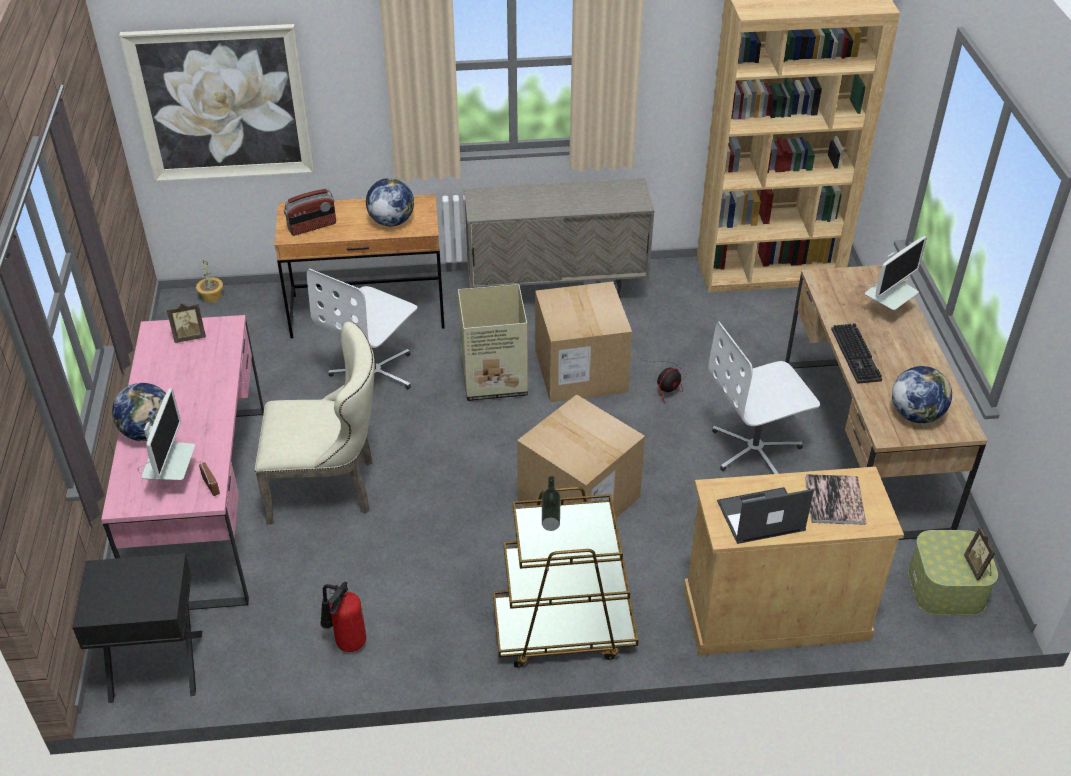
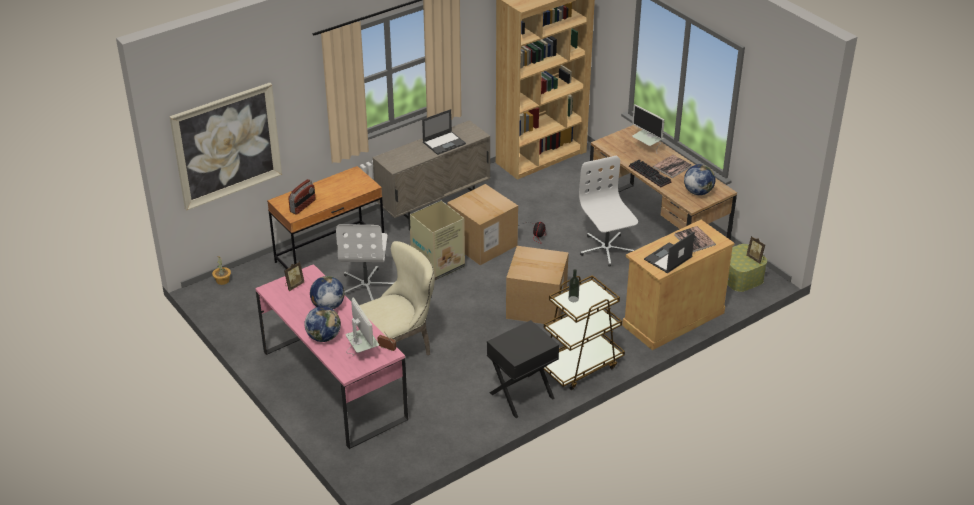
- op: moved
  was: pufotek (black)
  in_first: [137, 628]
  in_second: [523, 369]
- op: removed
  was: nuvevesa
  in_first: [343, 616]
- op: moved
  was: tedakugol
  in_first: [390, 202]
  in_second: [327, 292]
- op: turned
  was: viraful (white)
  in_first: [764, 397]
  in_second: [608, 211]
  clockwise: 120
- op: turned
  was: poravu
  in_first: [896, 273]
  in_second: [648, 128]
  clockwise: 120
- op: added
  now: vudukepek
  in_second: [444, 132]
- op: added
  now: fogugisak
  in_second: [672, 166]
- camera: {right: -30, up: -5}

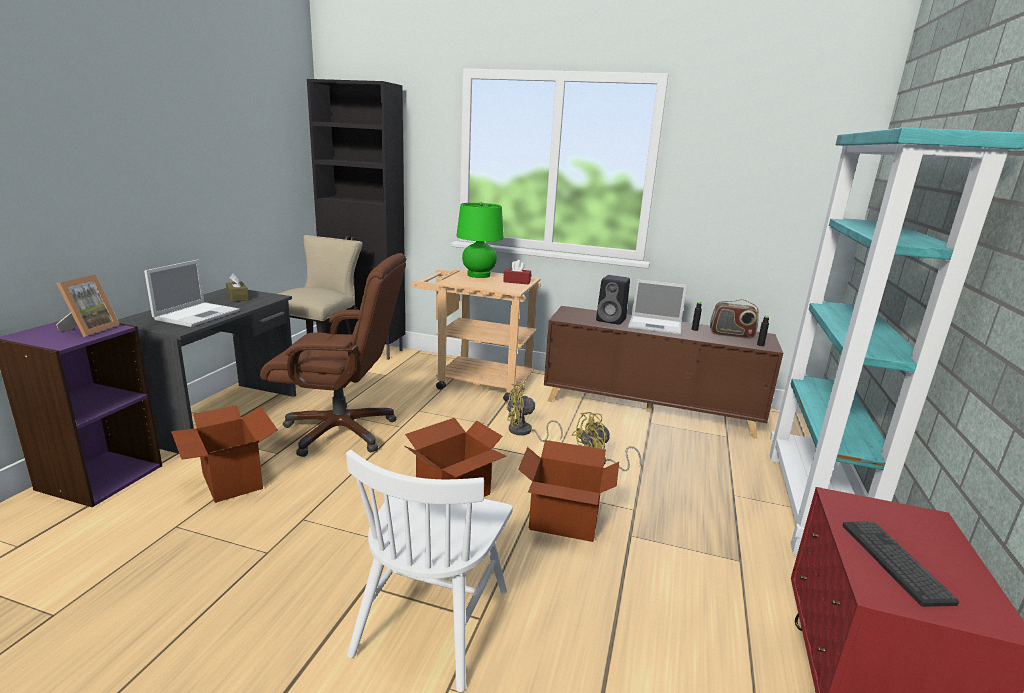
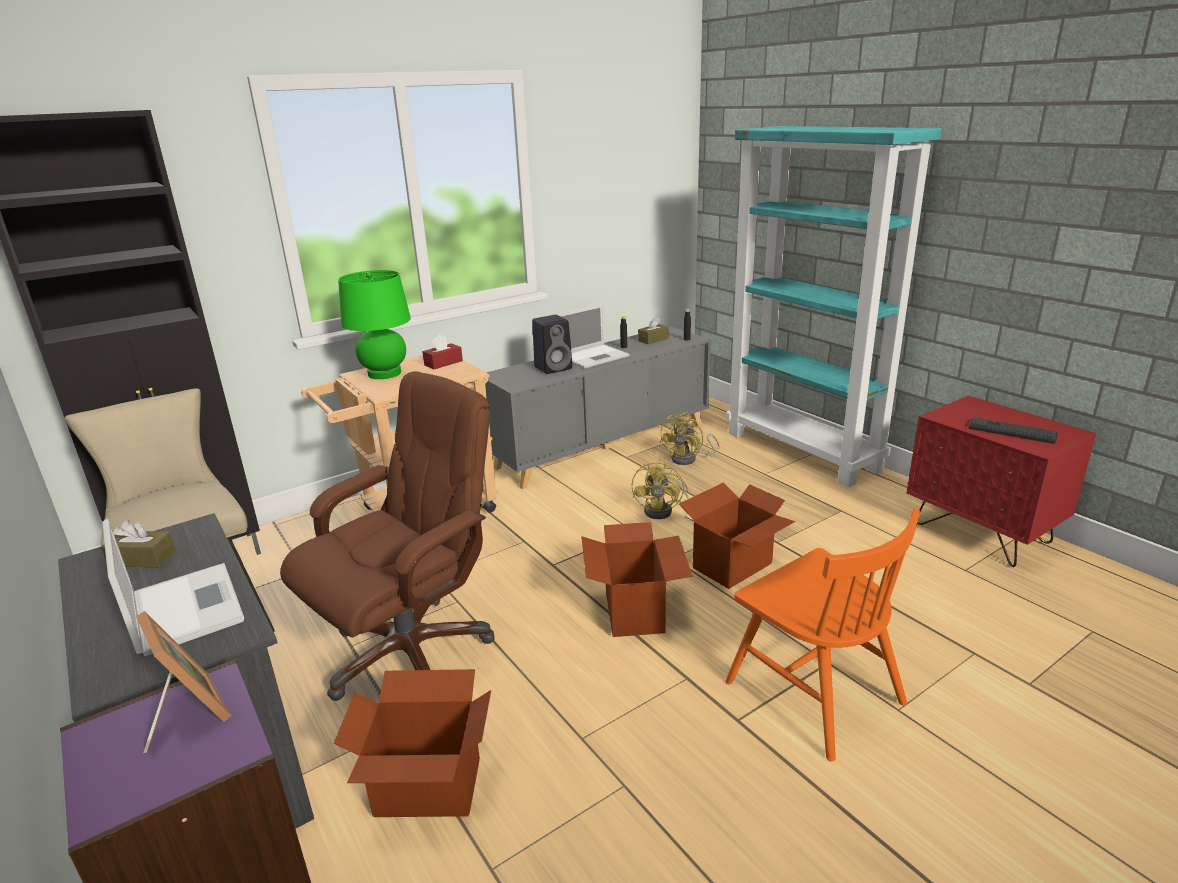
- op: recoloured
  was: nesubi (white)
  now: nesubi (orange)
  in_first: [429, 571]
  in_second: [822, 634]
- op: moved
  was: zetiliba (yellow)
  in_first: [534, 412]
  in_second: [689, 438]
- op: recoloured
  was: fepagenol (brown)
  now: fepagenol (grey)
  in_first: [663, 372]
  in_second: [598, 407]
- op: replaced
  was: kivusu
  now: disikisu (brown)
  in_first: [734, 319]
  in_second: [653, 330]
- camera: {right: -50, up: 5}

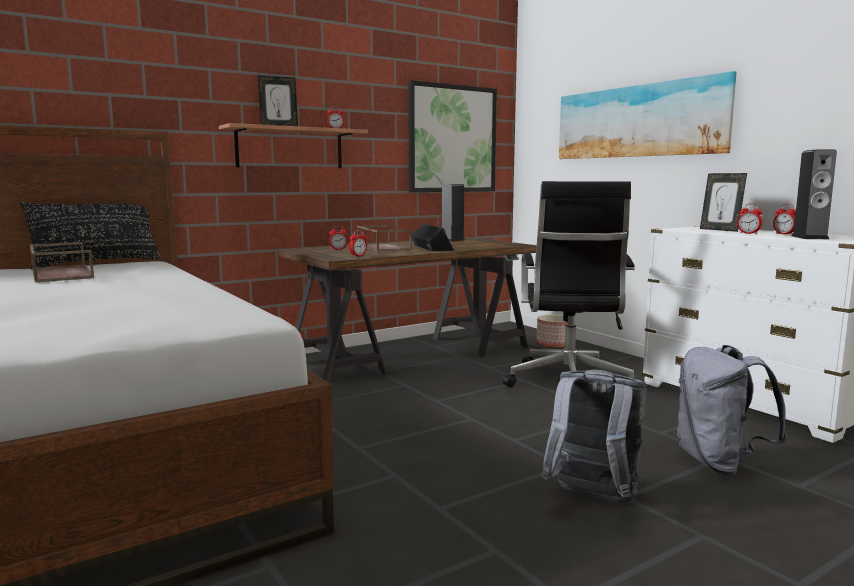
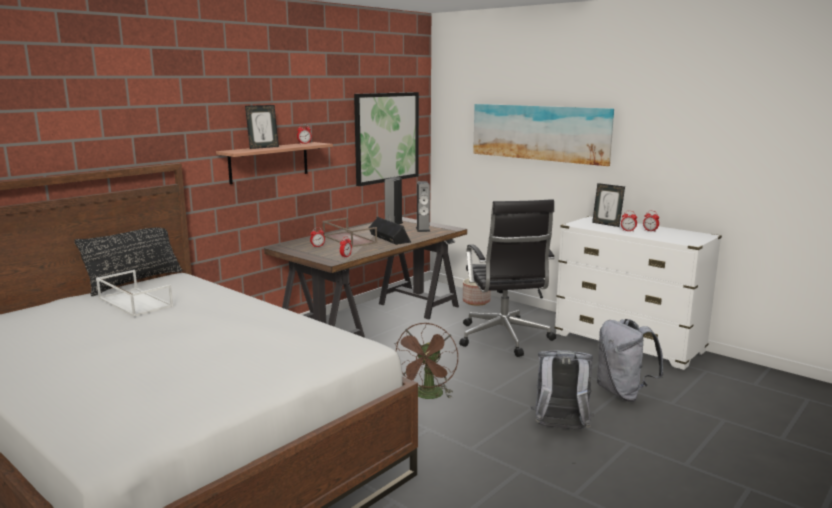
- op: recoloured
  was: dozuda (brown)
  now: dozuda (white)
  in_first: [62, 262]
  in_second: [134, 293]
- op: moved
  was: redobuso
  in_first: [814, 194]
  in_second: [423, 206]
- op: added
  now: zetiliba (brown)
  in_second: [426, 361]
- camera: {right: -15, up: 5}

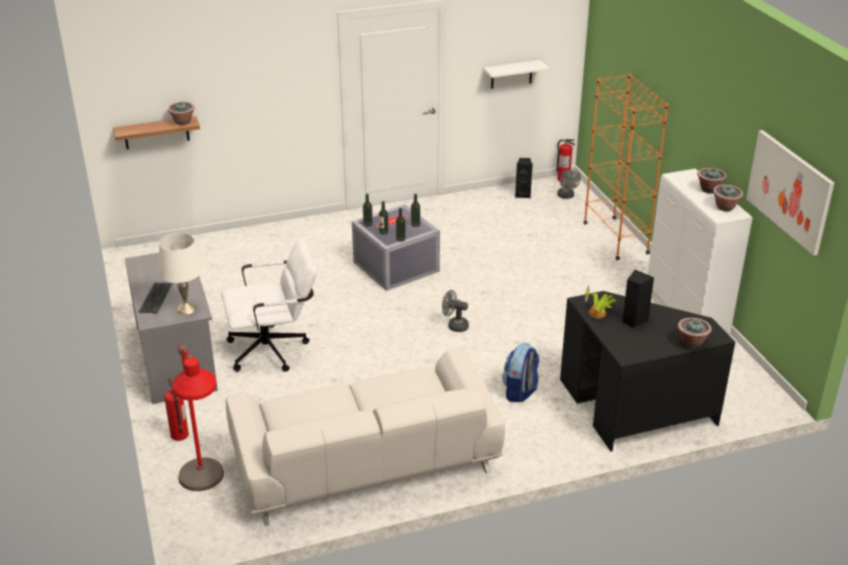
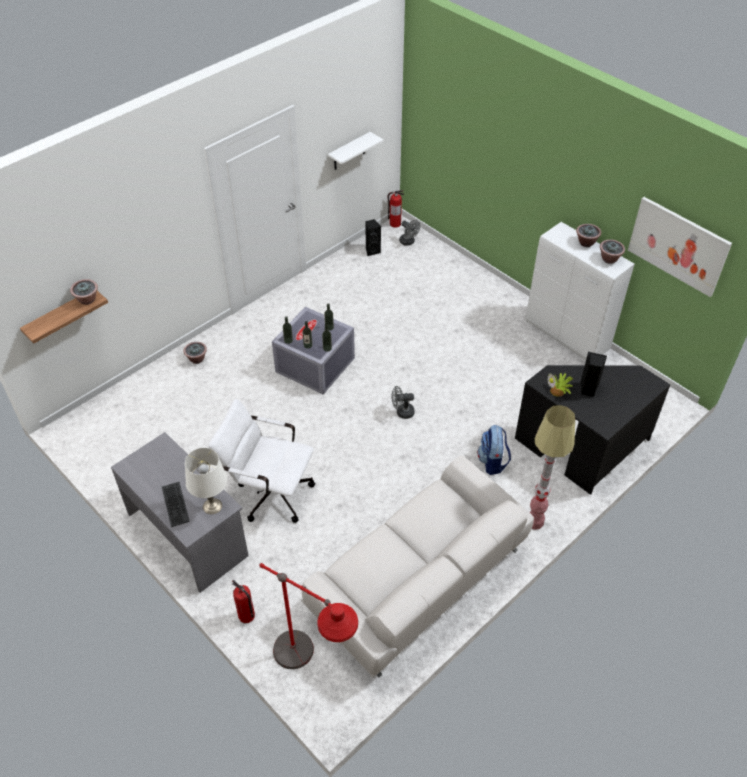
- op: turned
  was: viraful (white)
  in_first: [269, 304]
  in_second: [261, 461]
  clockwise: -120
- op: removed
  was: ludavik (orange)
  in_first: [626, 166]
- op: moved
  was: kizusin
  in_first: [694, 333]
  in_second: [195, 353]
- op: added
  now: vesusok
  in_second: [552, 467]
- camera: {right: -25, up: 15}

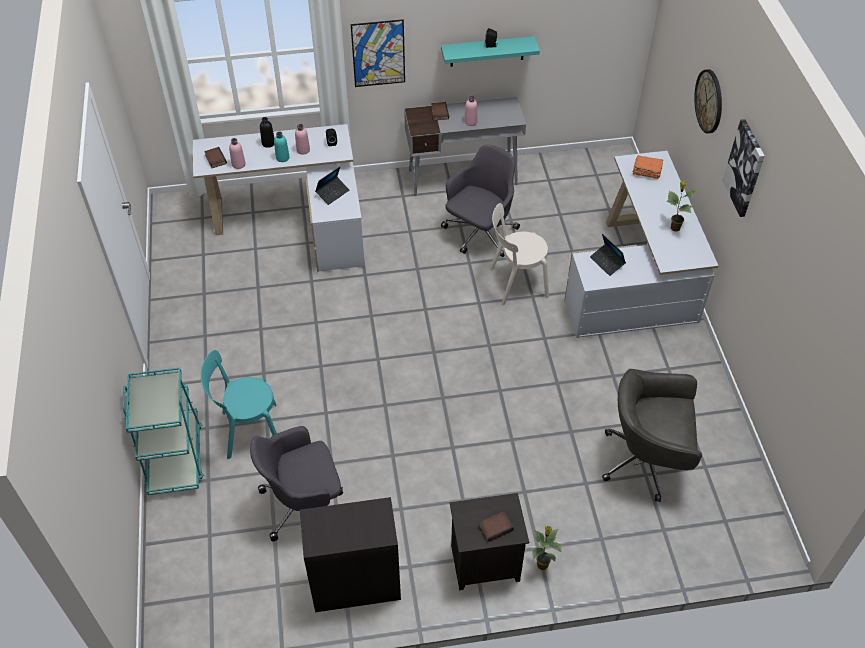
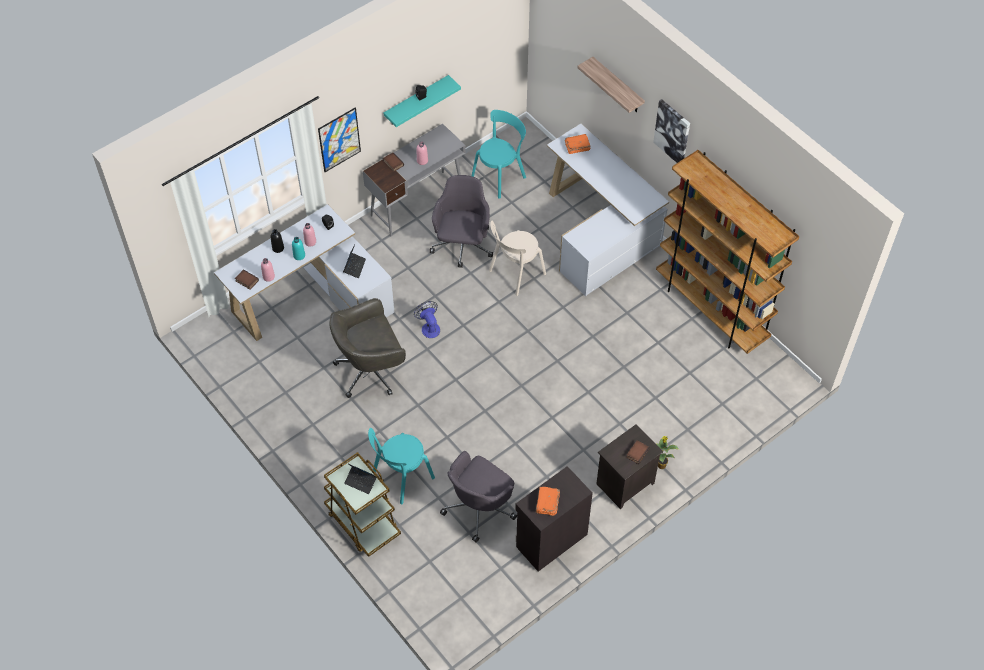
- op: recoloured
  was: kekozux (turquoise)
  now: kekozux (brown)
  in_first: [163, 431]
  in_second: [362, 504]
- op: moved
  was: vudukepek
  in_first: [608, 255]
  in_second: [360, 479]
- op: moved
  was: viraful (grey)
  in_first: [652, 435]
  in_second: [367, 348]
- op: removed
  was: kizusin
  in_first: [682, 206]
- op: replaced
  was: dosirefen
  now: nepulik
  in_first: [708, 101]
  in_second: [611, 85]
- op: added
  now: zetiliba
  in_second: [427, 319]
- op: added
  now: nesubi (turquoise)
  in_second: [498, 154]
- op: added
  now: fogugisak (orange)
  in_second: [548, 501]
- op: added
  now: ludavik (brown)
  in_second: [727, 252]
- camera: {right: -30, up: 5}

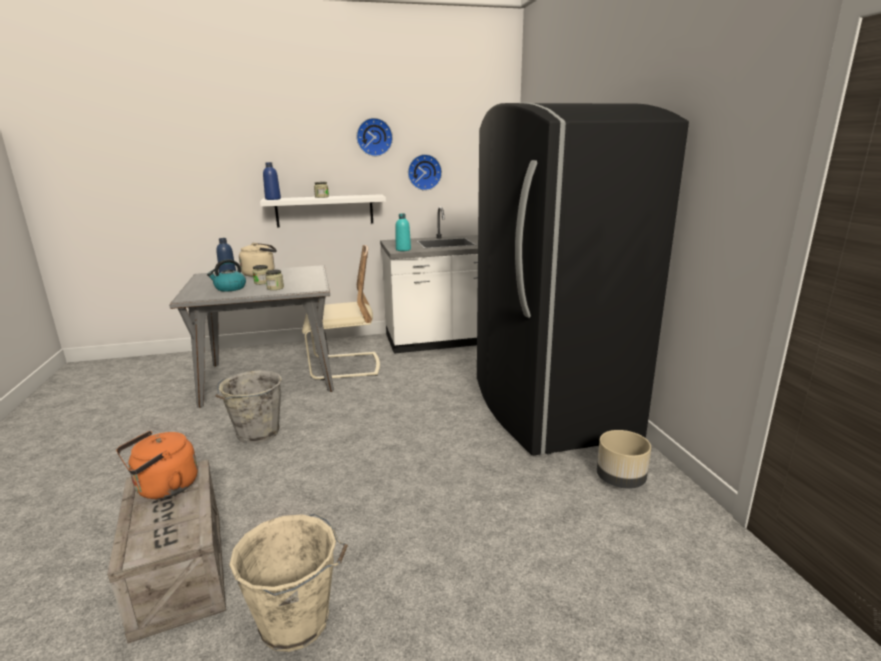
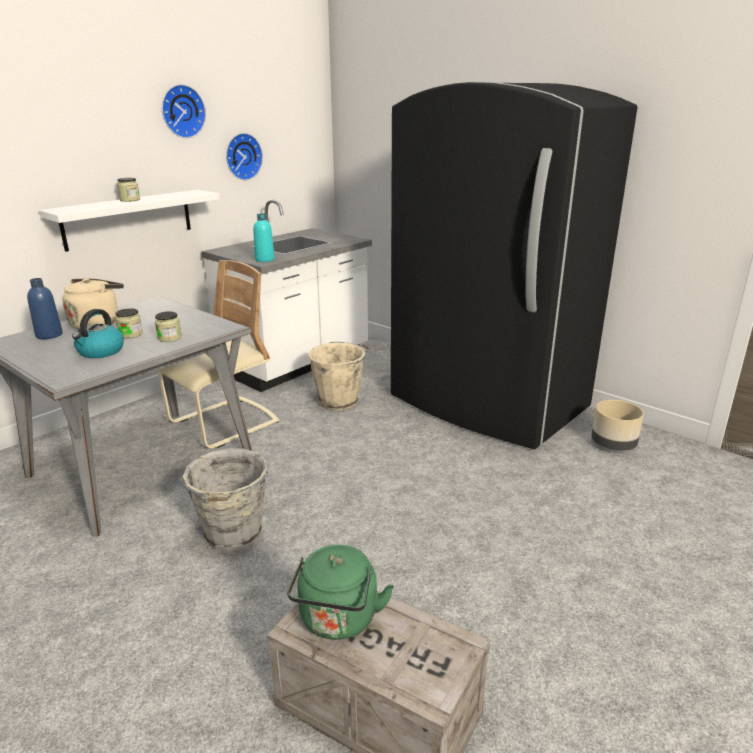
- op: recoloured
  was: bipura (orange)
  now: bipura (green)
  in_first: [157, 465]
  in_second: [340, 592]
- op: moved
  was: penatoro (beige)
  in_first: [288, 582]
  in_second: [339, 376]
- op: removed
  was: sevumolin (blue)
  in_first: [272, 181]
- camera: {right: -35, up: 5}

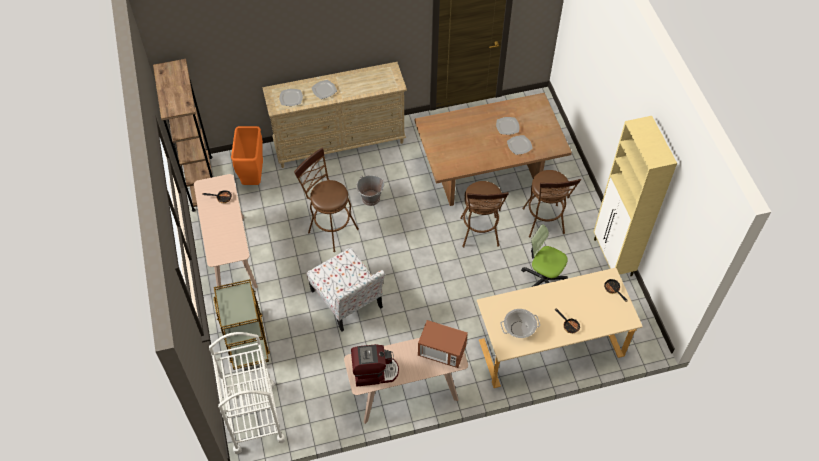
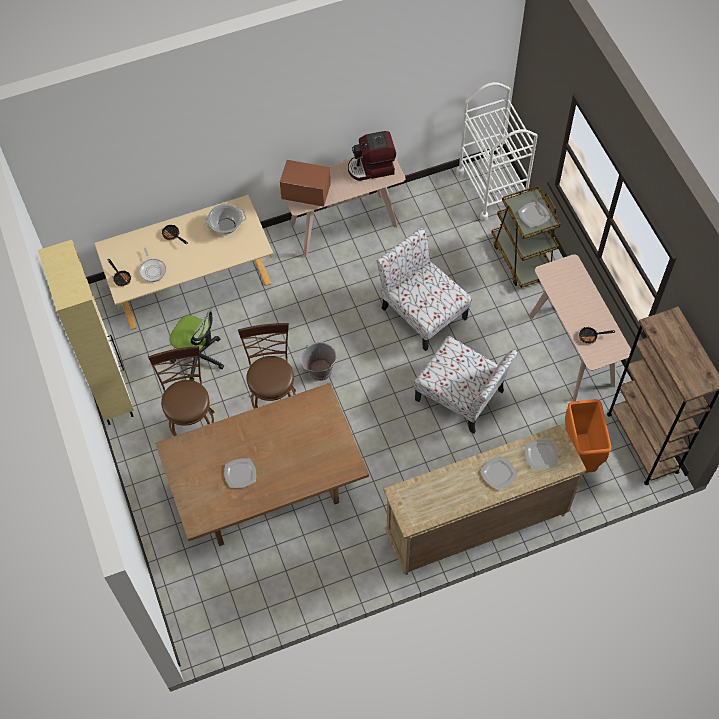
- op: replaced
  was: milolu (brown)
  now: nesubi
  in_first: [326, 200]
  in_second: [466, 385]
- op: moved
  was: penatoro (grey)
  in_first: [370, 190]
  in_second: [319, 361]
- op: moved
  was: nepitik
  in_first: [520, 145]
  in_second: [534, 214]
- op: added
  now: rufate
  in_second: [152, 265]
- camera: {right: 175, up: 5}

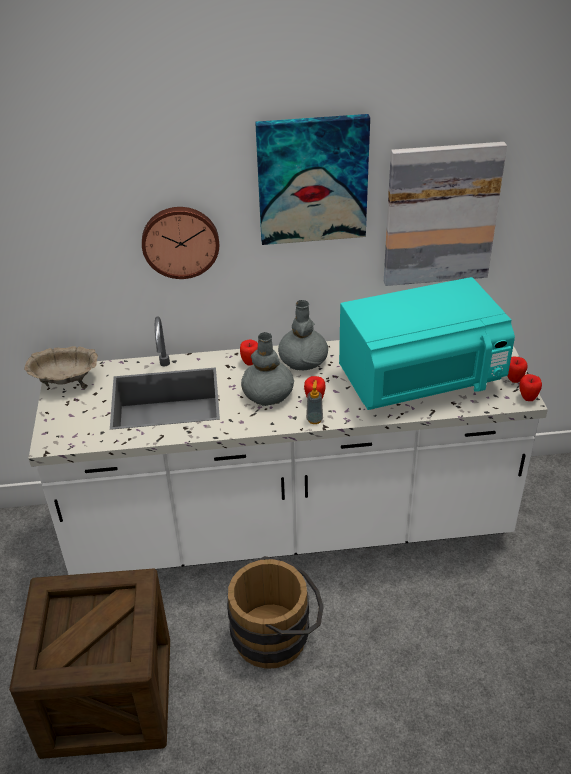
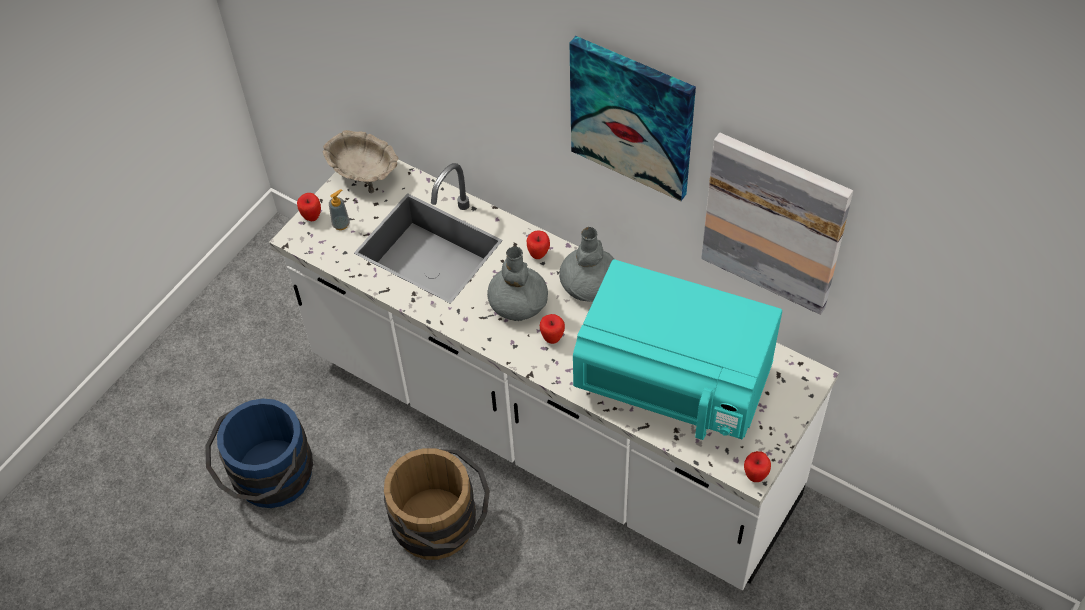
- op: replaced
  was: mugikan
  now: penatoro (blue)
  in_first: [89, 664]
  in_second: [259, 453]
- op: removed
  was: dosirefen
  in_first: [180, 243]
- op: moved
  was: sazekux
  in_first: [314, 402]
  in_second: [339, 209]
- op: moved
  was: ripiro
  in_first: [517, 370]
  in_second: [309, 207]
- camera: {right: 40, up: 15}

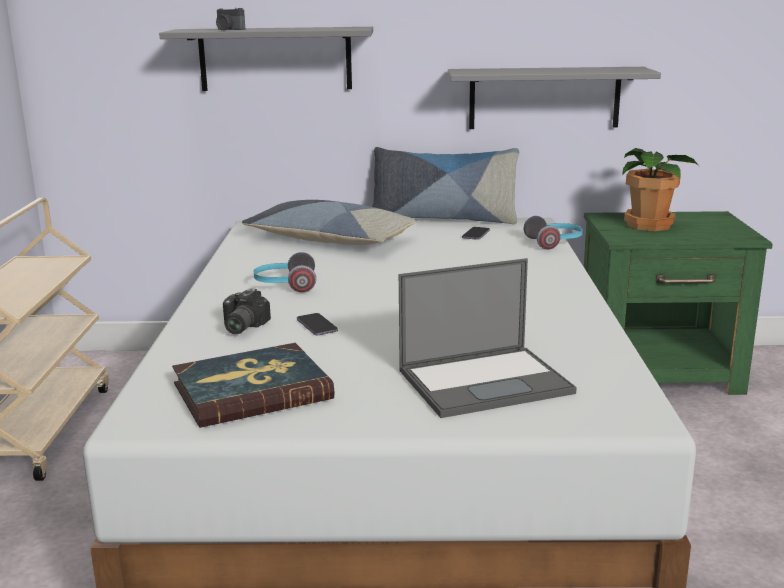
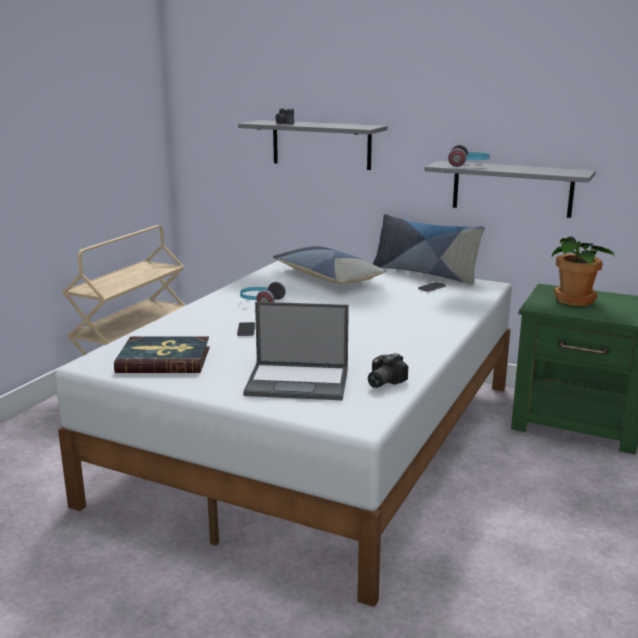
- op: moved
  was: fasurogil
  in_first: [247, 311]
  in_second: [388, 370]
- op: moved
  was: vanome
  in_first: [553, 233]
  in_second: [469, 156]
- camera: {right: 25, up: 0}

